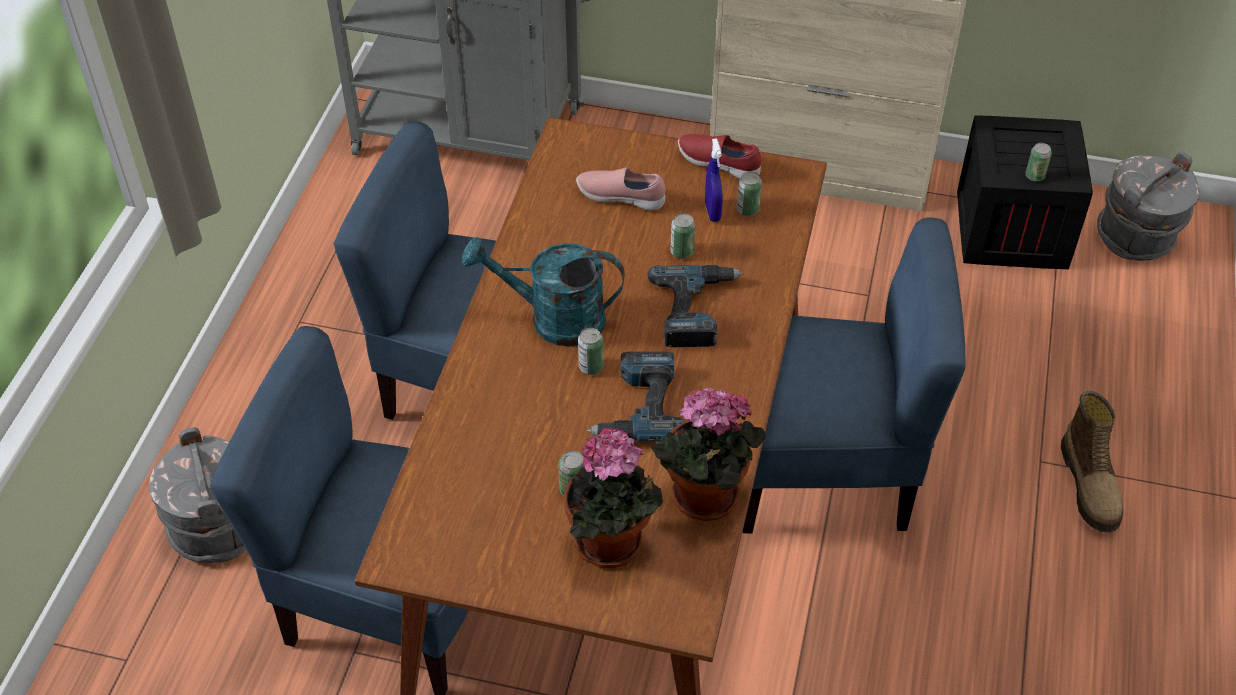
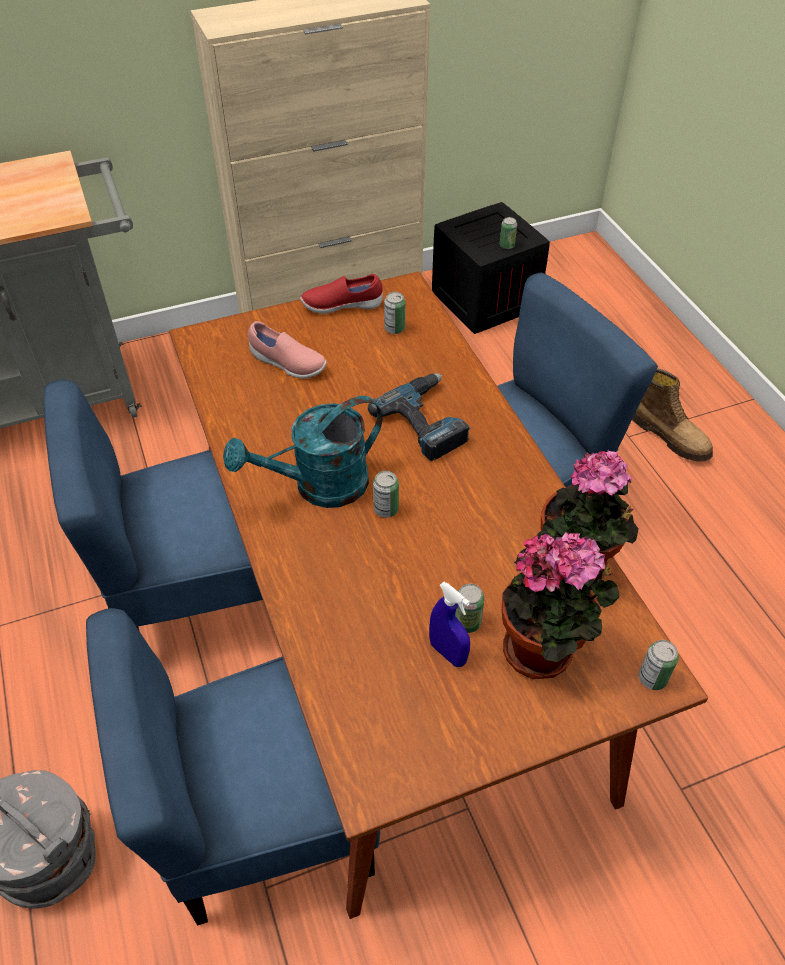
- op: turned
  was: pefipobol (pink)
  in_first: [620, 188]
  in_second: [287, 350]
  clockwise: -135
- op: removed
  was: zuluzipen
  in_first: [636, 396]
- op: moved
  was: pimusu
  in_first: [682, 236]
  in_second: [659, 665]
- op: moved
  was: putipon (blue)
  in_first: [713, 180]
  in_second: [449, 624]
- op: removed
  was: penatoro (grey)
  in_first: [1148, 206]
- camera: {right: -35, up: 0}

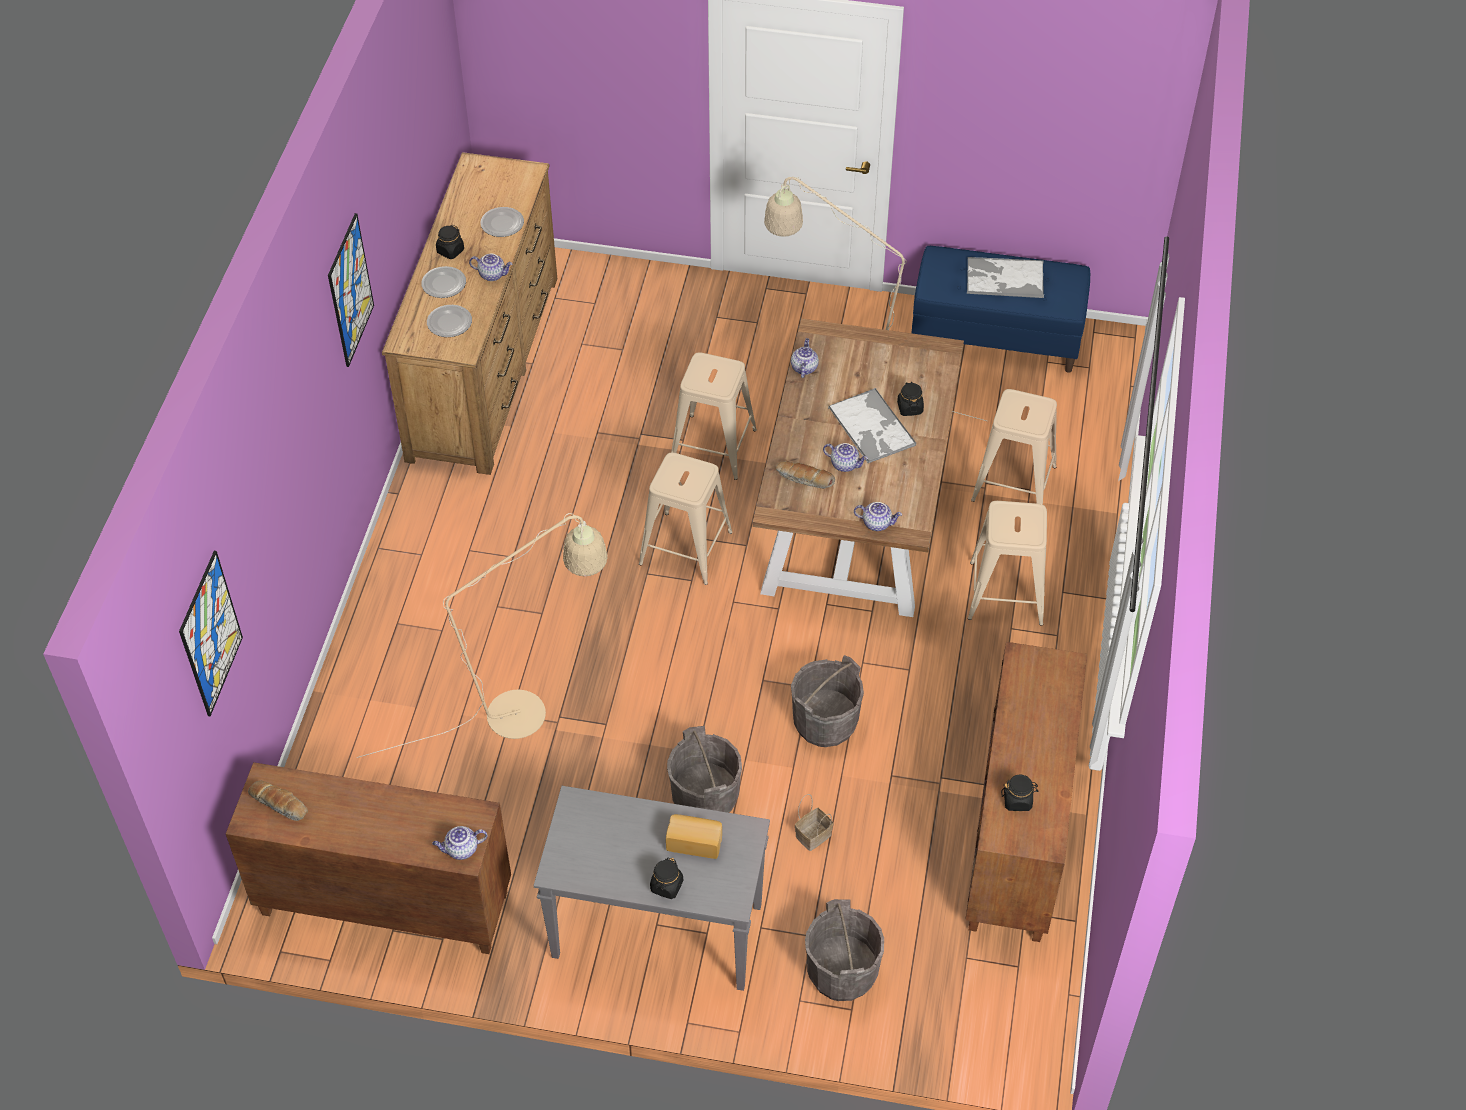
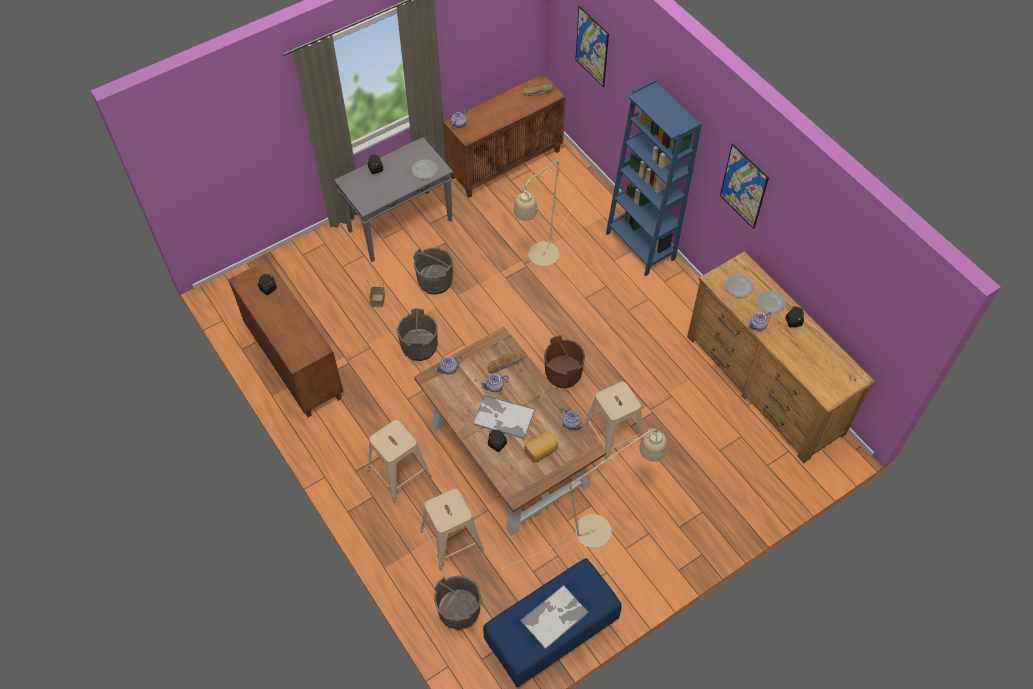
- op: moved
  was: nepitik
  in_first: [502, 222]
  in_second: [425, 169]
- op: replaced
  was: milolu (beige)
  now: penatoro (brown)
  in_first: [686, 519]
  in_second: [564, 361]
- op: moved
  was: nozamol
  in_first: [694, 836]
  in_second: [541, 446]
- op: moved
  was: penatoro (grey)
  in_first: [844, 950]
  in_second: [457, 602]
- op: added
  now: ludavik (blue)
  in_second: [654, 177]
- camera: {right: 135, up: 5}

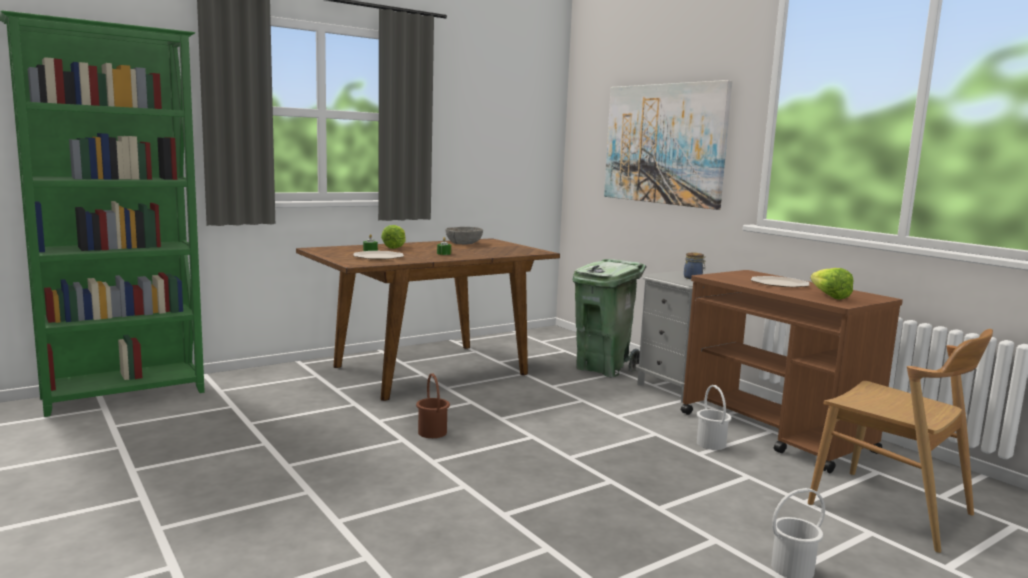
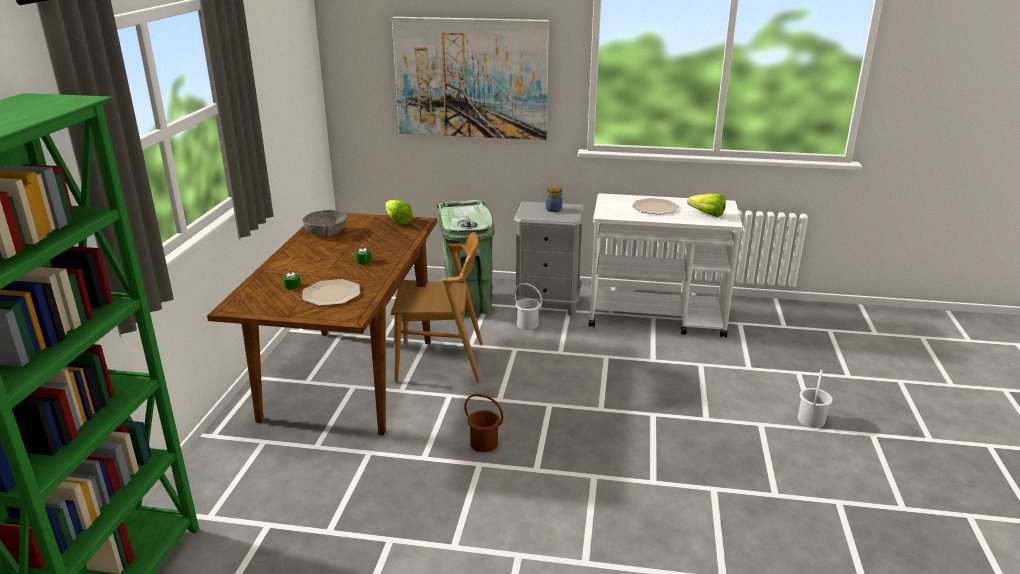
- op: moved
  was: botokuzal
  in_first: [393, 237]
  in_second: [399, 212]
- op: recoloured
  was: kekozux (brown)
  now: kekozux (white)
  in_first: [792, 371]
  in_second: [666, 265]
- op: moved
  was: penatoro (white)
  in_first: [714, 417]
  in_second: [528, 306]
- op: moved
  was: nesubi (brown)
  in_first: [900, 441]
  in_second: [437, 307]
- camera: {right: -45, up: 15}

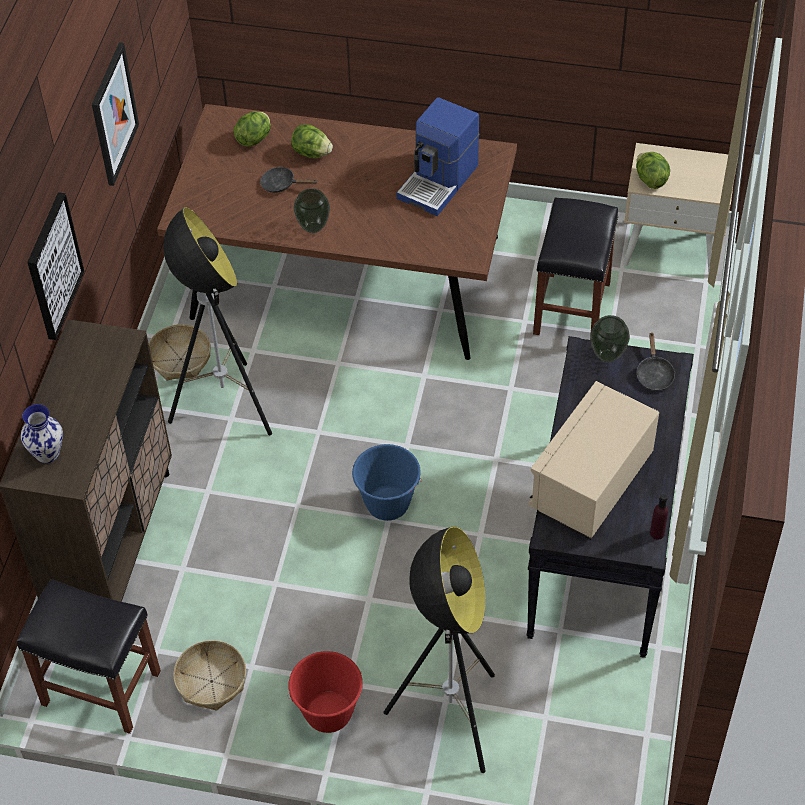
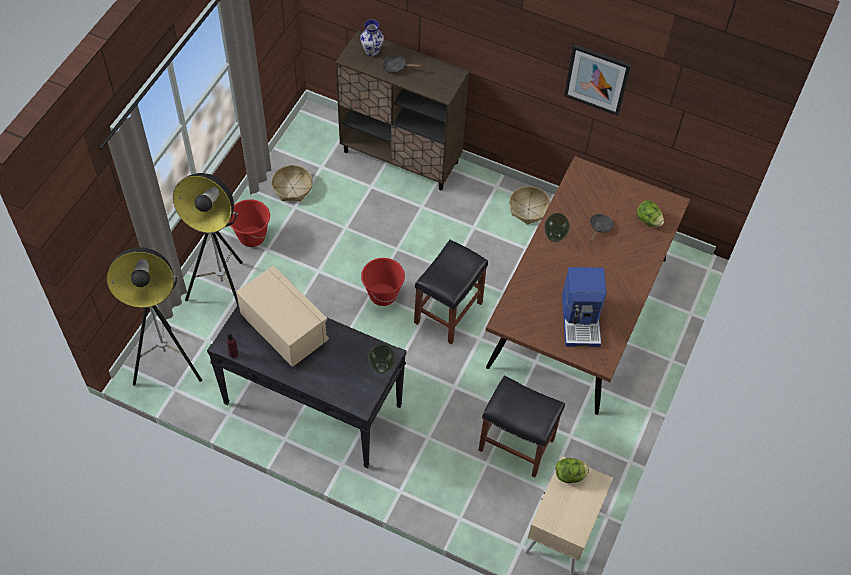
- op: moved
  was: milolu (black)
  in_first: [89, 656]
  in_second: [451, 292]
- op: removed
  was: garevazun
  in_first: [55, 266]
- op: moved
  was: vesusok
  in_first: [217, 321]
  in_second: [154, 316]
- op: removed
  was: botokuzal
  in_first: [312, 141]
- op: recoloured
  was: penatoro (blue)
  now: penatoro (red)
  in_first: [387, 482]
  in_second: [383, 282]
- op: turned
  was: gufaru
  in_first: [438, 156]
  in_second: [584, 307]
  clockwise: -135
- op: moved
  was: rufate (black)
  in_first: [656, 361]
  in_second: [402, 64]
- camera: {right: 100, up: 5}

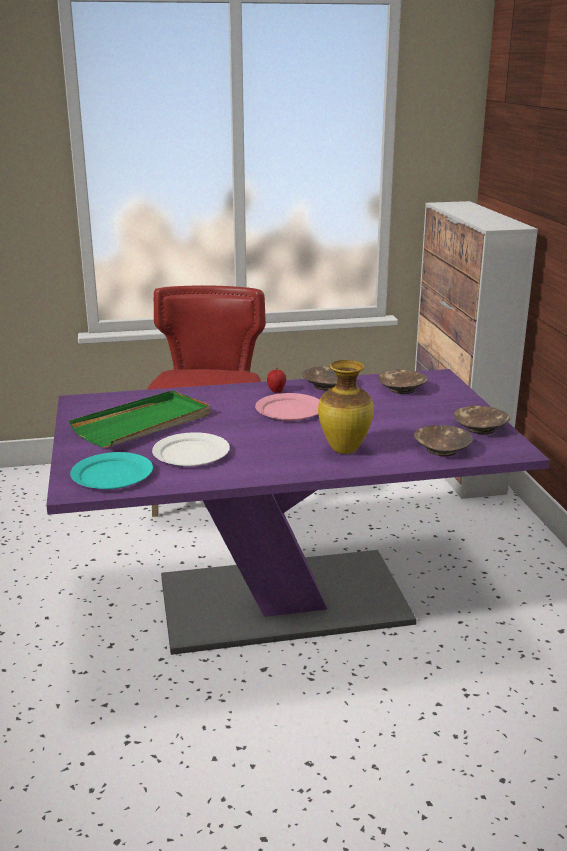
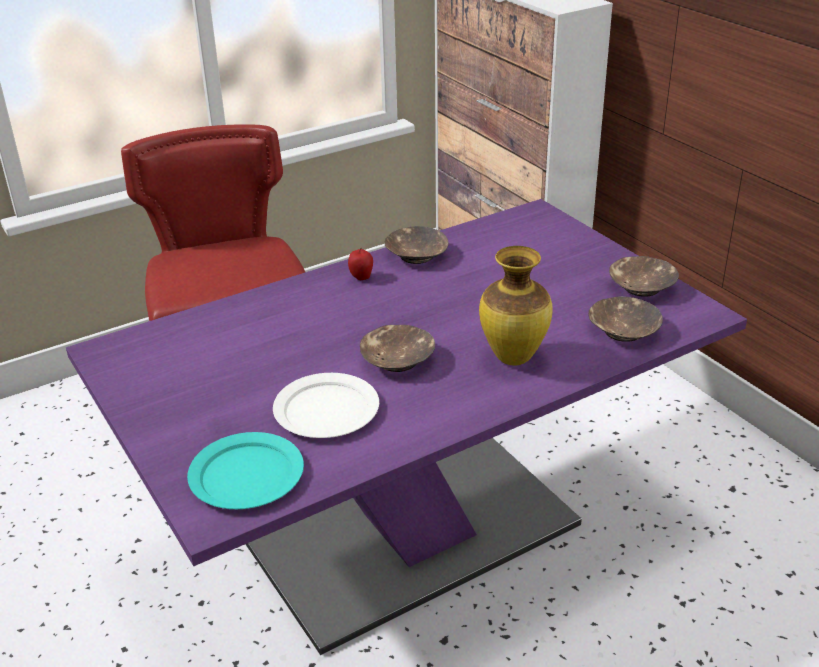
- op: removed
  was: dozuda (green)
  in_first: [139, 419]
- op: removed
  was: nepitik (pink)
  in_first: [287, 407]
- op: moved
  was: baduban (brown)
  in_first: [403, 381]
  in_second: [397, 348]
- camera: {right: -20, up: 10}

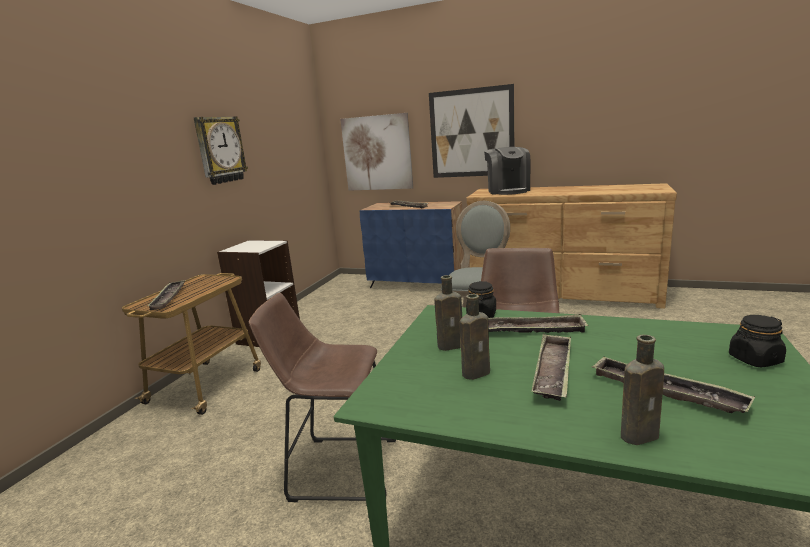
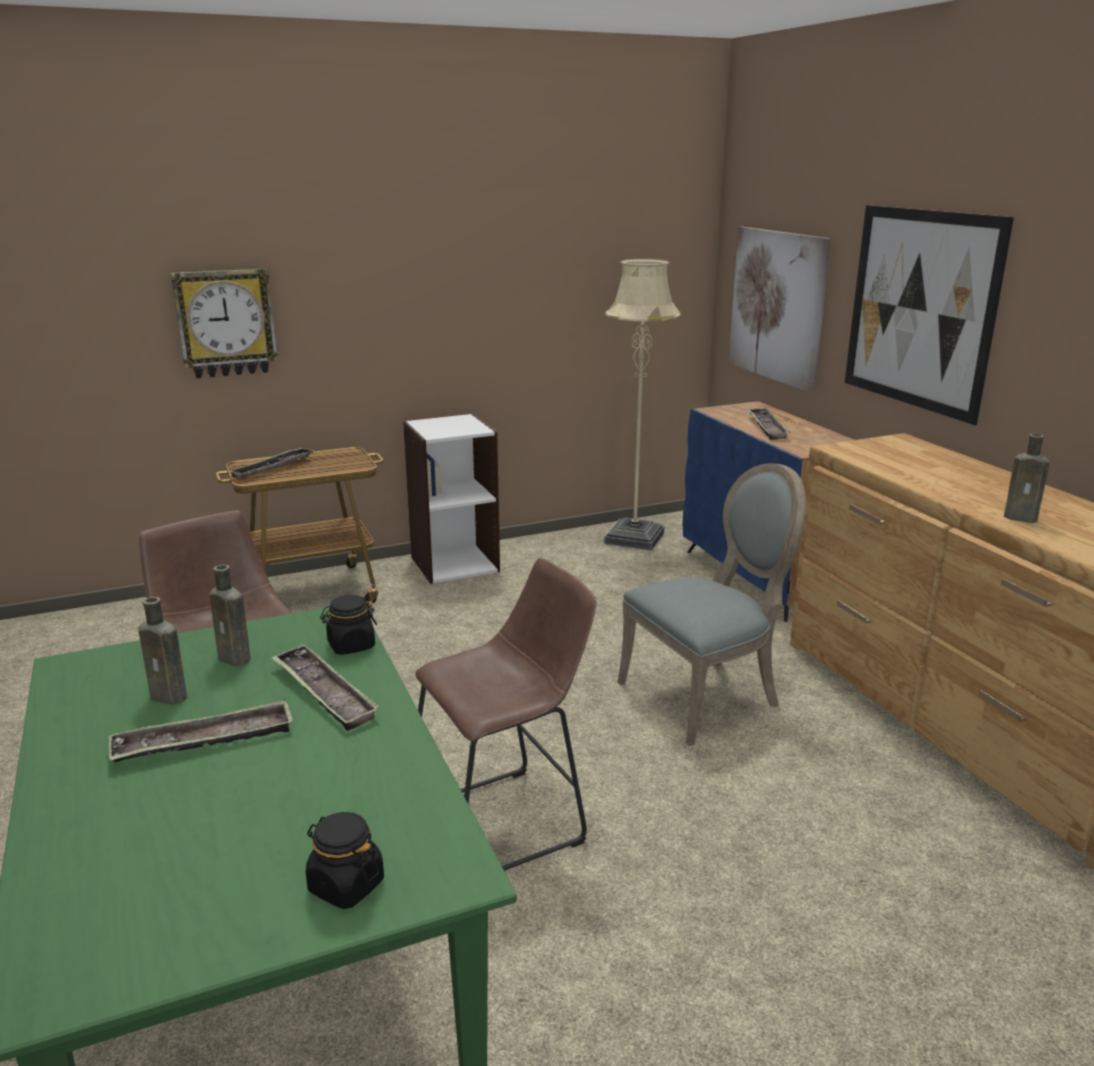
- op: moved
  was: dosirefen
  in_first: [221, 150]
  in_second: [224, 323]
- op: removed
  was: gufaru
  in_first: [507, 171]
- op: removed
  was: dozuda
  in_first: [673, 385]
- op: moved
  was: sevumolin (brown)
  in_first: [642, 390]
  in_second: [1027, 478]
- op: added
  now: vesusok (beige)
  in_second: [642, 404]
- camera: {right: 45, up: 5}

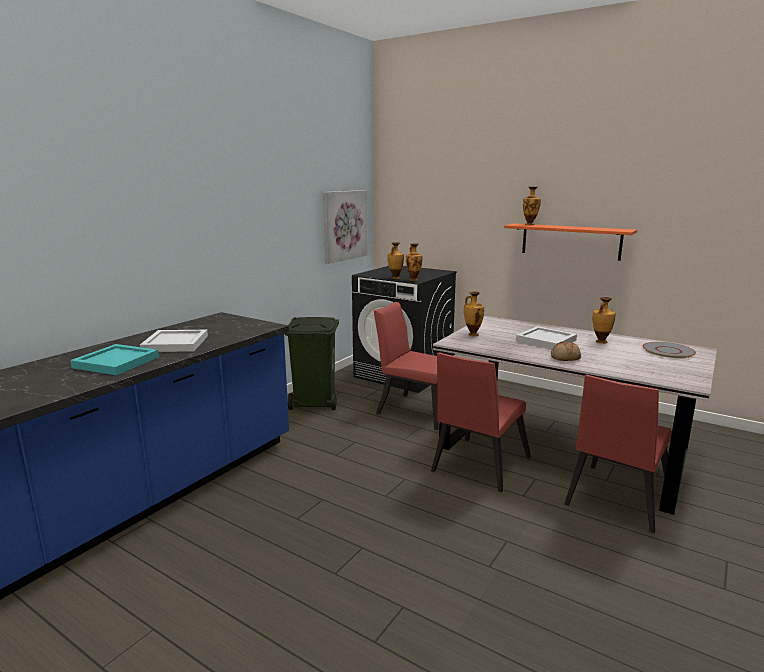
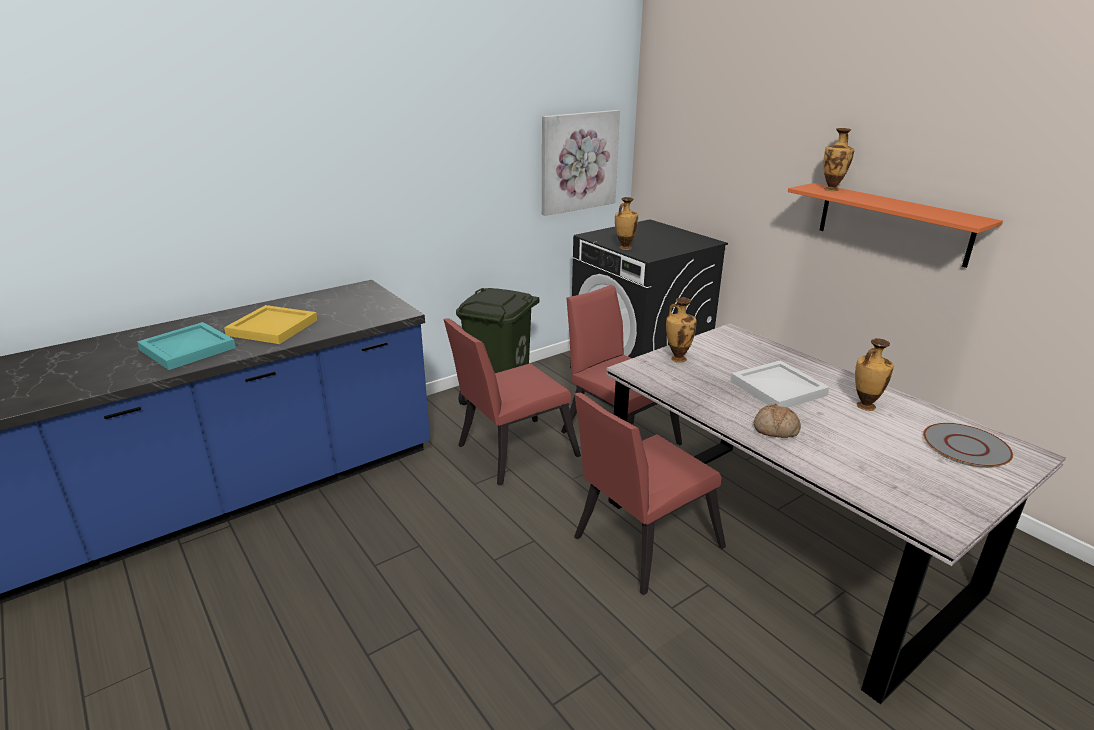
- op: recoloured
  was: dozuda (white)
  now: dozuda (yellow)
  in_first: [174, 341]
  in_second: [270, 324]
- op: removed
  was: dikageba
  in_first: [414, 262]
- op: moved
  was: nesubi (red)
  in_first: [618, 454]
  in_second: [512, 402]
- camera: {right: 20, up: 10}

